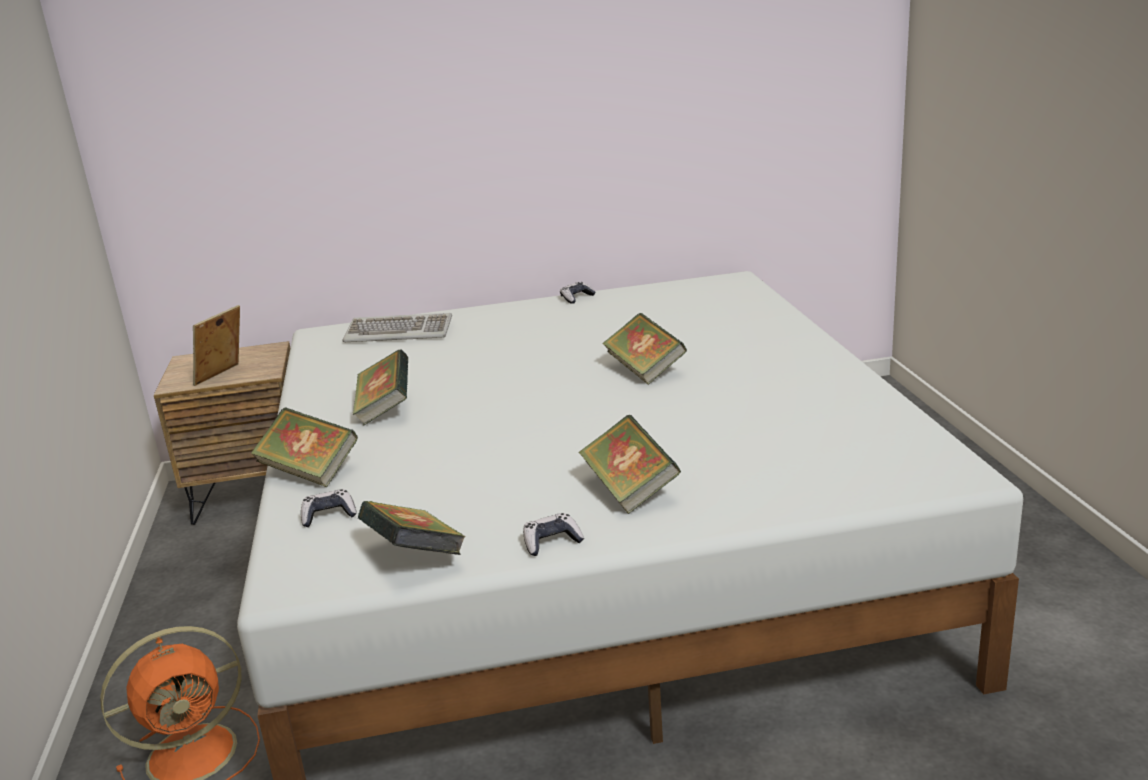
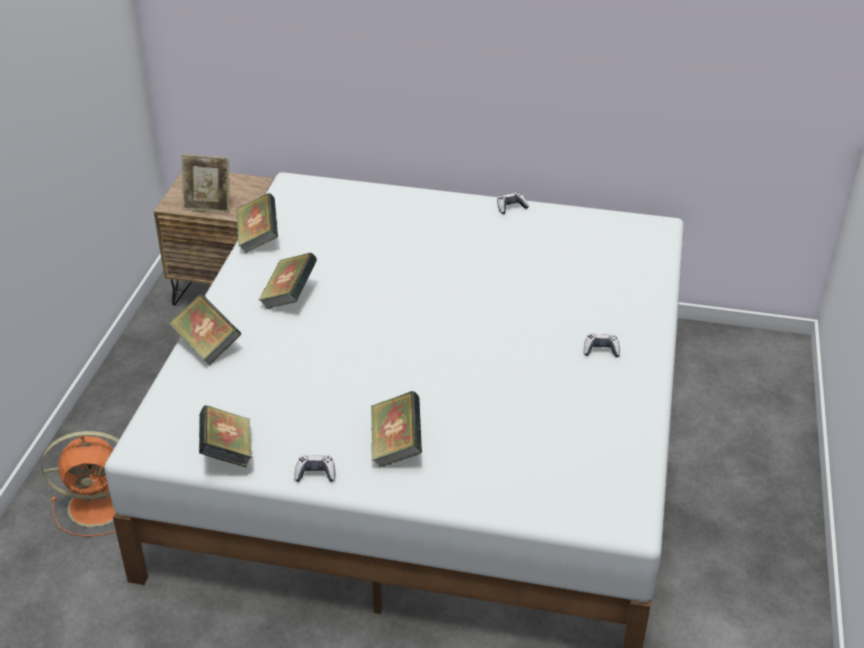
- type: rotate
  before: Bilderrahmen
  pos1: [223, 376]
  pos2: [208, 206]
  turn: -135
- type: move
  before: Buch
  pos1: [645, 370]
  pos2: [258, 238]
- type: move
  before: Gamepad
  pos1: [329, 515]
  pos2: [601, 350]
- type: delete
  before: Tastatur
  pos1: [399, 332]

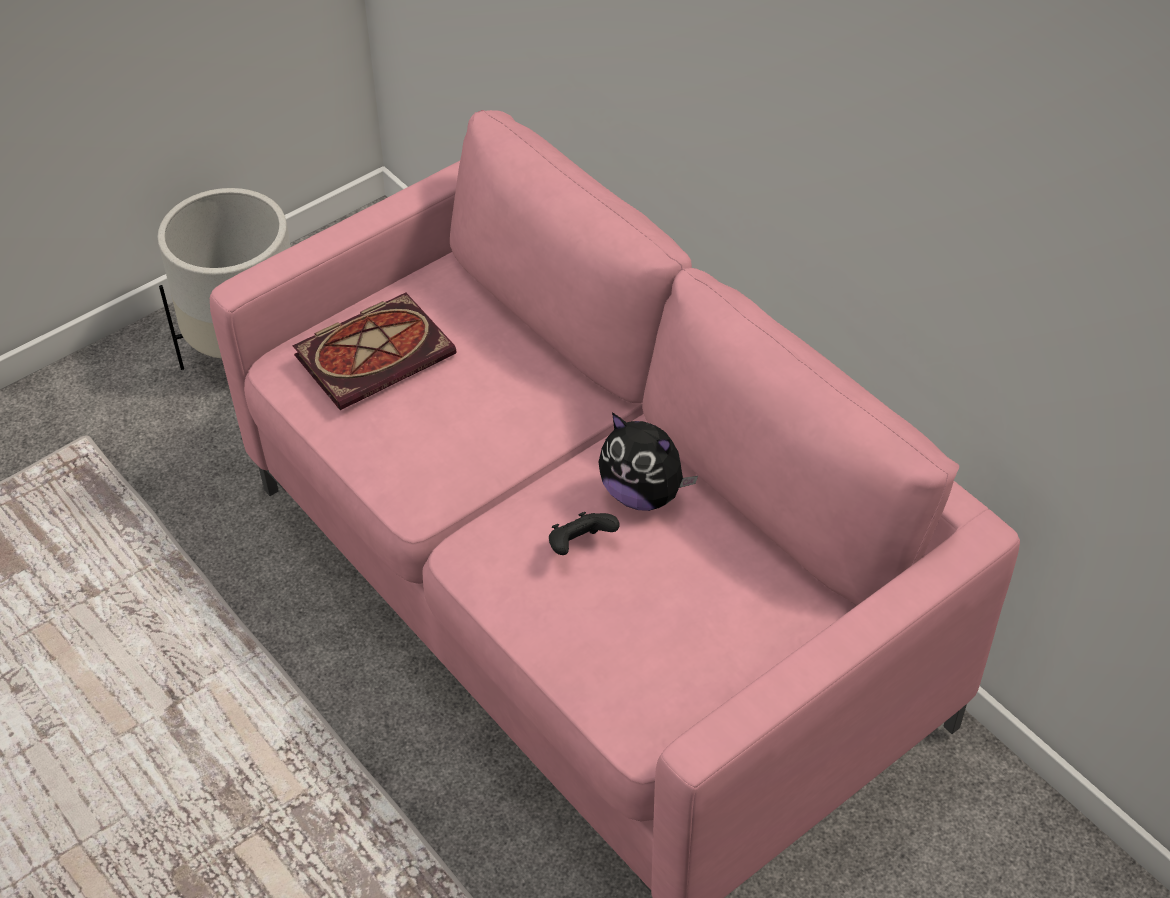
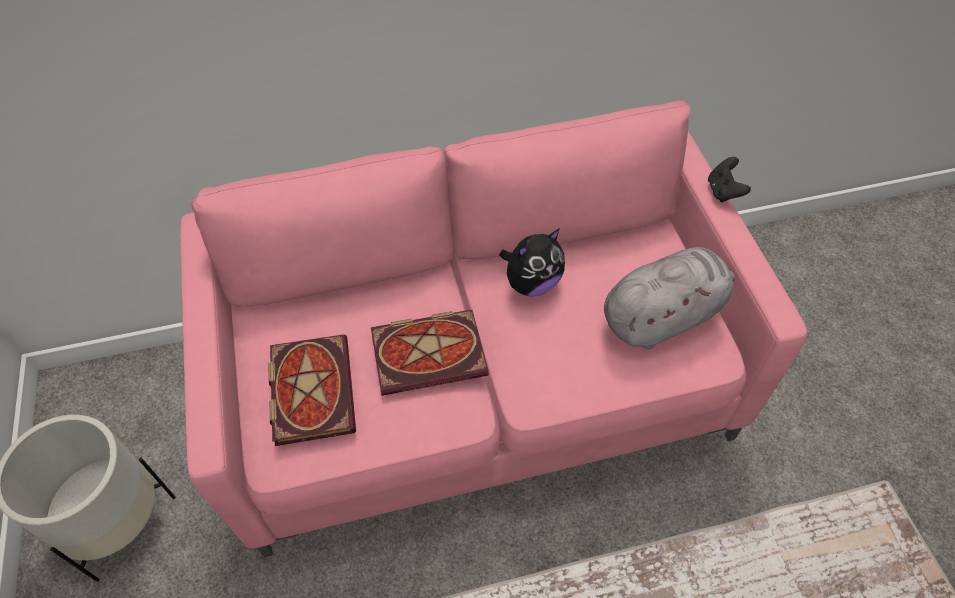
- type: insert
  after: Buch
  pos2: [431, 352]
- type: insert
  after: Plüschtier/grau
  pos2: [664, 316]
- type: move
  before: Gamepad/schwarz
  pos1: [580, 546]
  pos2: [723, 191]

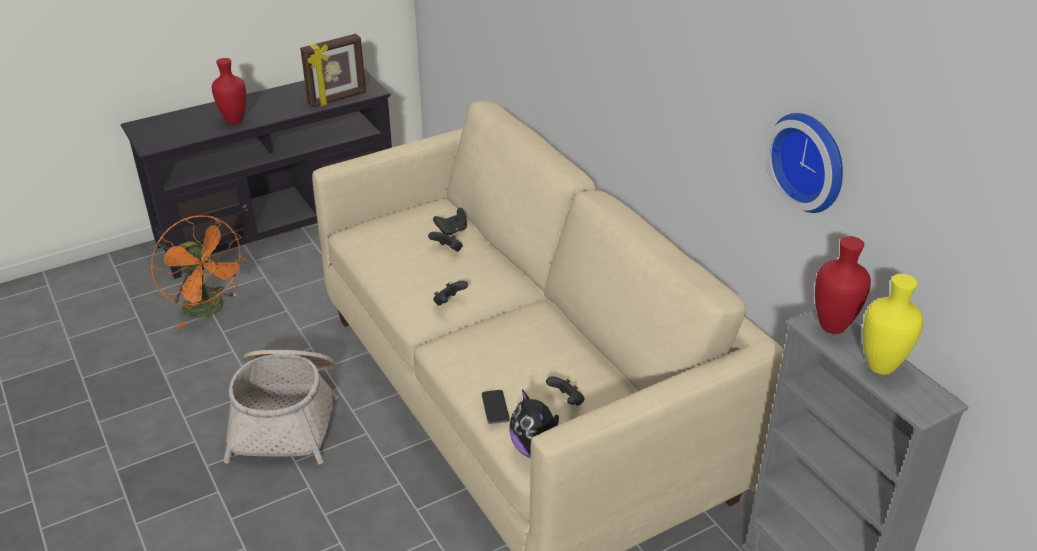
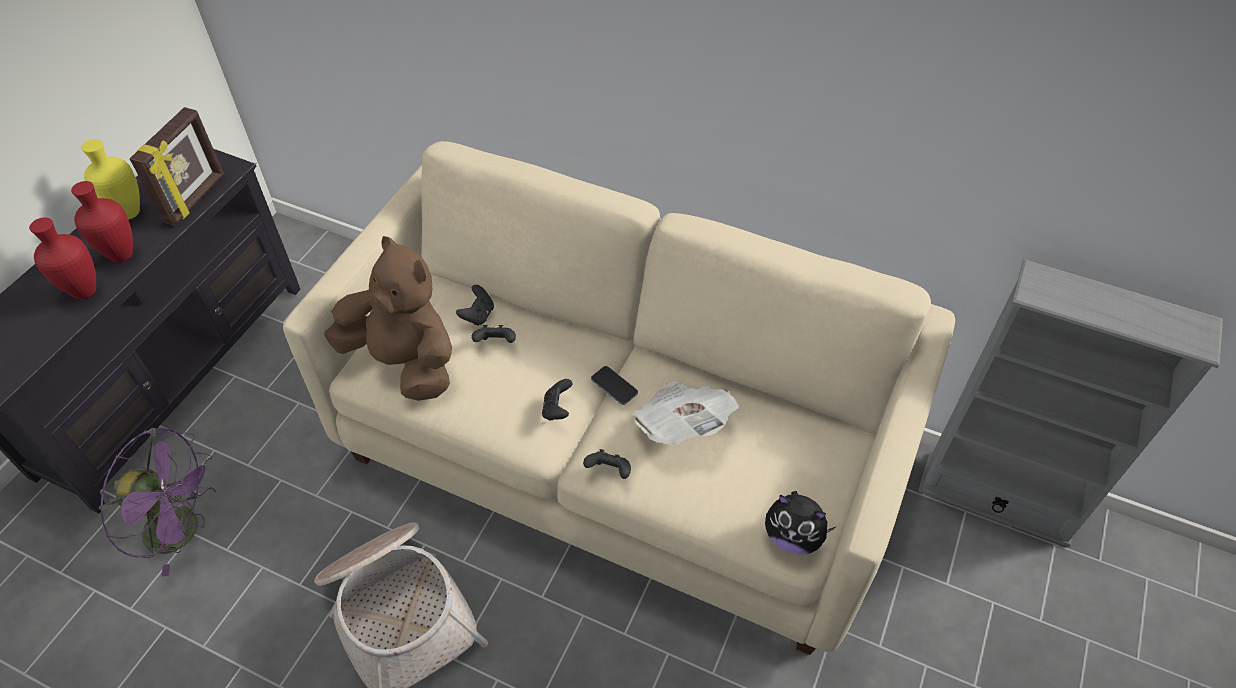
- type: move
  before: Vase/rot
  pos1: [832, 328]
  pos2: [122, 256]
- type: move
  before: Vase/gelb
  pos1: [880, 366]
  pos2: [128, 212]
- type: recolor
  before: Ventilator/orange
  after: Ventilator/lila
  pos1: [209, 310]
  pos2: [184, 530]
- type: insert
  after: Plüschtier/braun
  pos2: [404, 362]
- type: move
  before: Gamepad/schwarz
  pos1: [566, 401]
  pos2: [609, 471]
- type: move
  before: Handy
  pos1: [495, 408]
  pos2: [614, 386]
- type: insert
  after: Zeitung
  pos2: [682, 425]
- type: delete
  before: Wanduhr
  pos1: [811, 160]

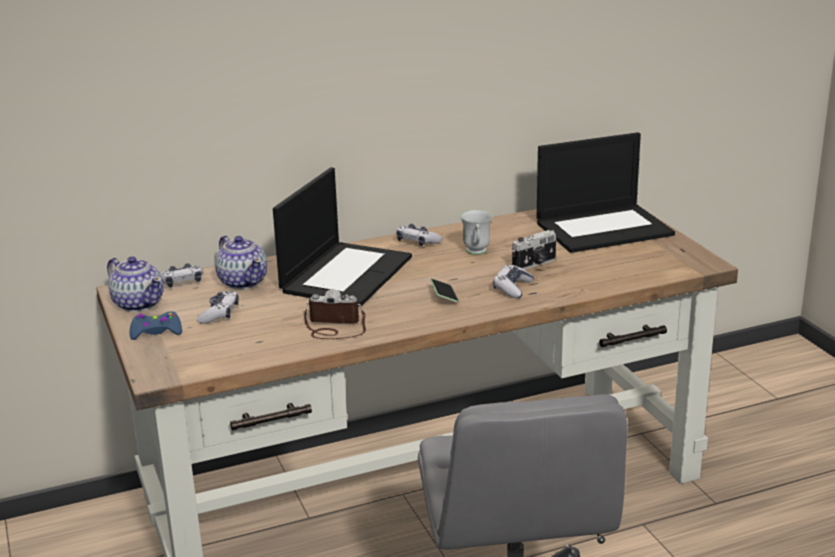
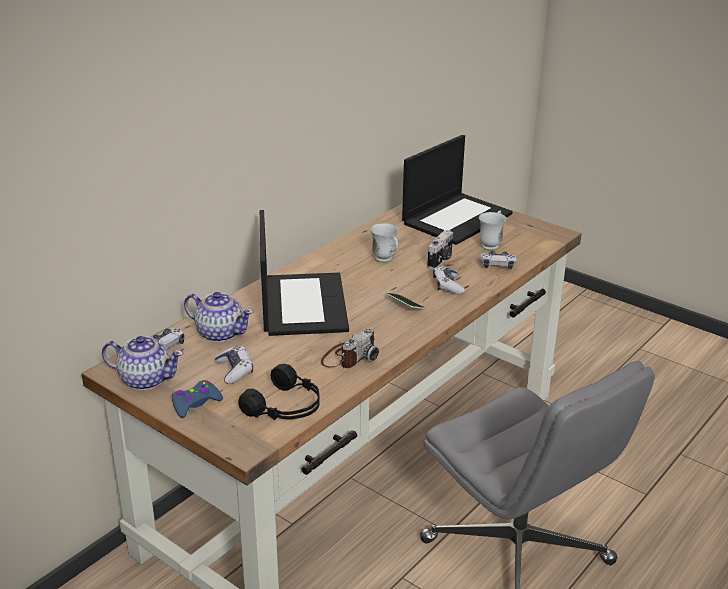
- type: insert
  after: Kopfhörer/schwarz
  pos2: [286, 407]
- type: rotate
  before: Kamera
  pos1: [334, 327]
  pos2: [349, 357]
  turn: 150
- type: move
  before: Gamepad
  pos1: [417, 242]
  pos2: [497, 265]
- type: insert
  after: Henkelbecher/weiß
  pos2: [492, 244]

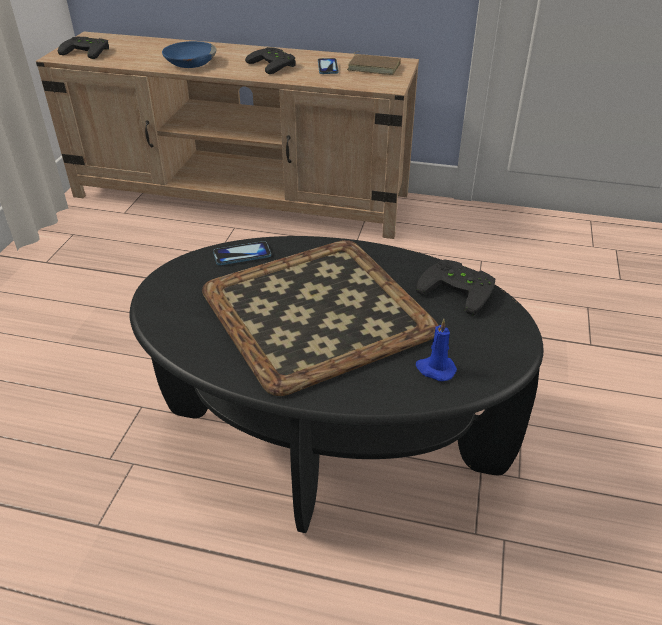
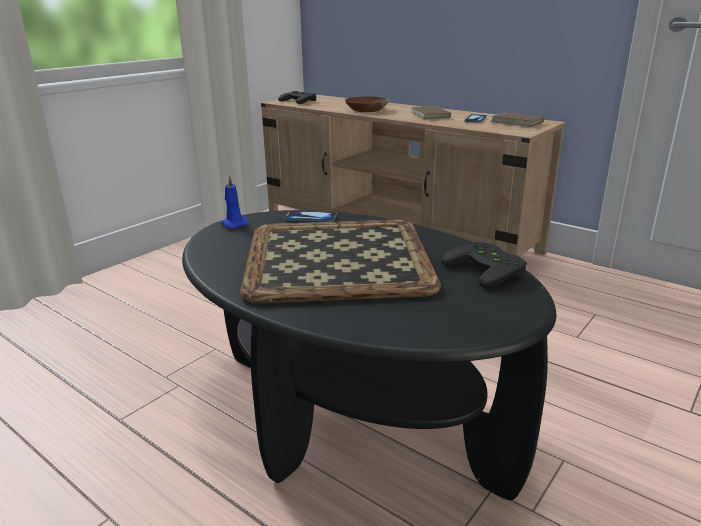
- type: move
  before: Kerze/blau
  pos1: [435, 369]
  pos2: [233, 224]
- type: recolor
  before: Schüssel/blau
  after: Schüssel/braun
  pos1: [189, 63]
  pos2: [365, 110]
- type: replace
  before: Gamepad/schwarz
  after: Buch/braun
  pos1: [274, 64]
  pos2: [432, 115]

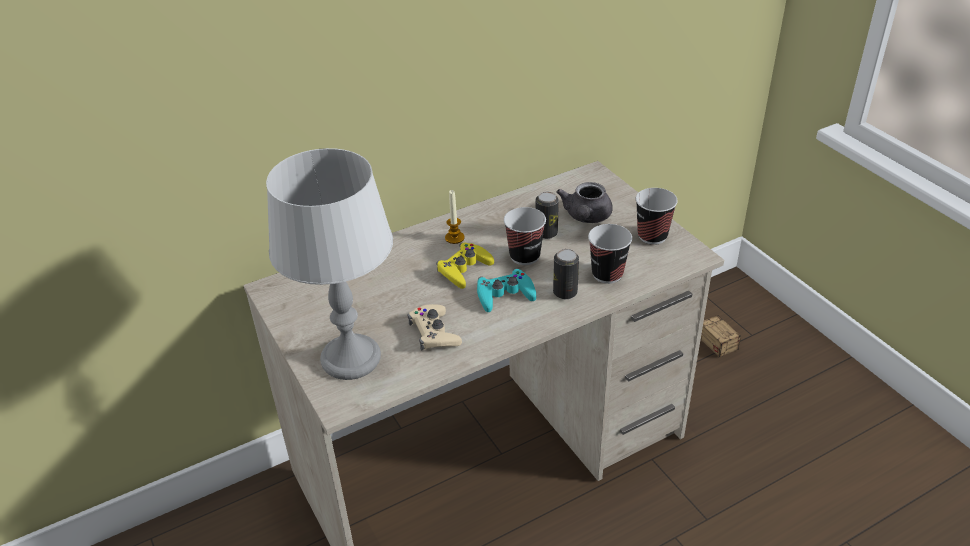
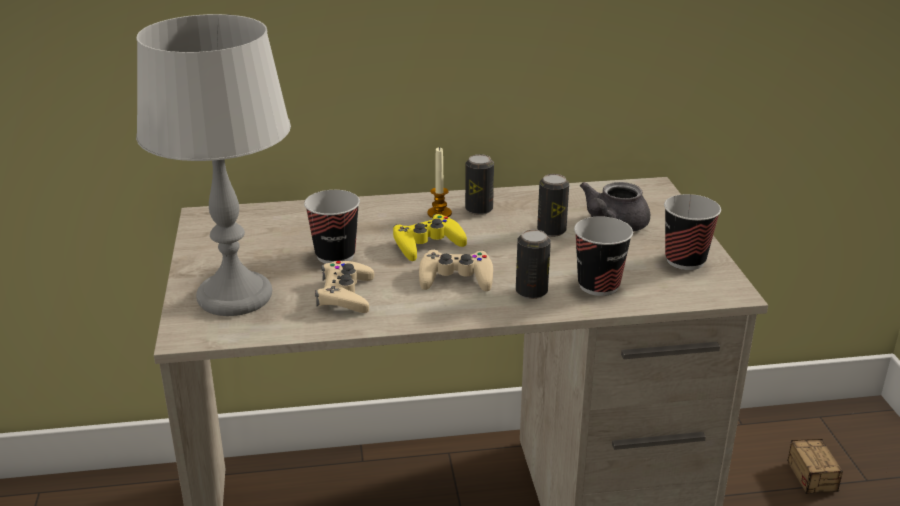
- type: move
  before: Tasse
  pos1: [524, 256]
  pos2: [335, 255]
- type: recolor
  before: Gamepad/türkis
  after: Gamepad/beige
  pos1: [504, 295]
  pos2: [456, 278]
- type: insert
  after: Dose
  pos2: [479, 209]

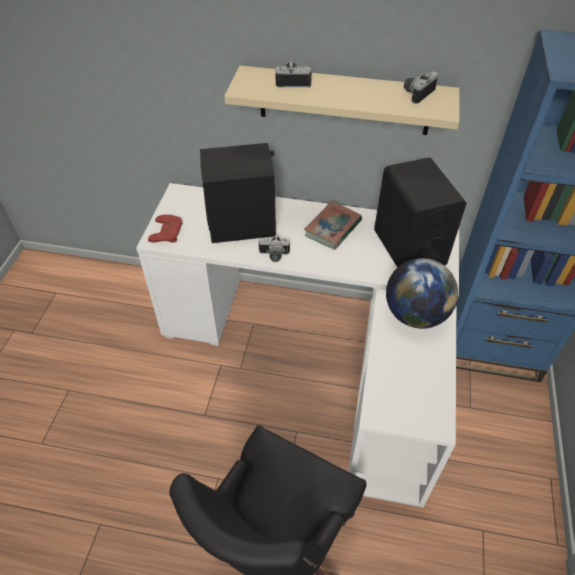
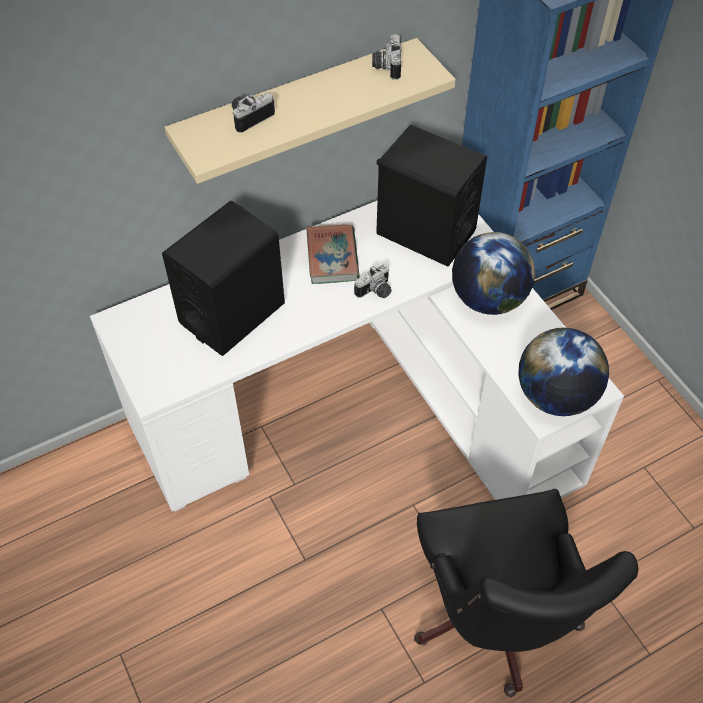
- type: move
  before: Kamera
  pos1: [274, 256]
  pos2: [376, 292]
- type: insert
  after: Globus
  pos2: [555, 396]
- type: delete
  before: Gamepad/rot
  pos1: [169, 232]

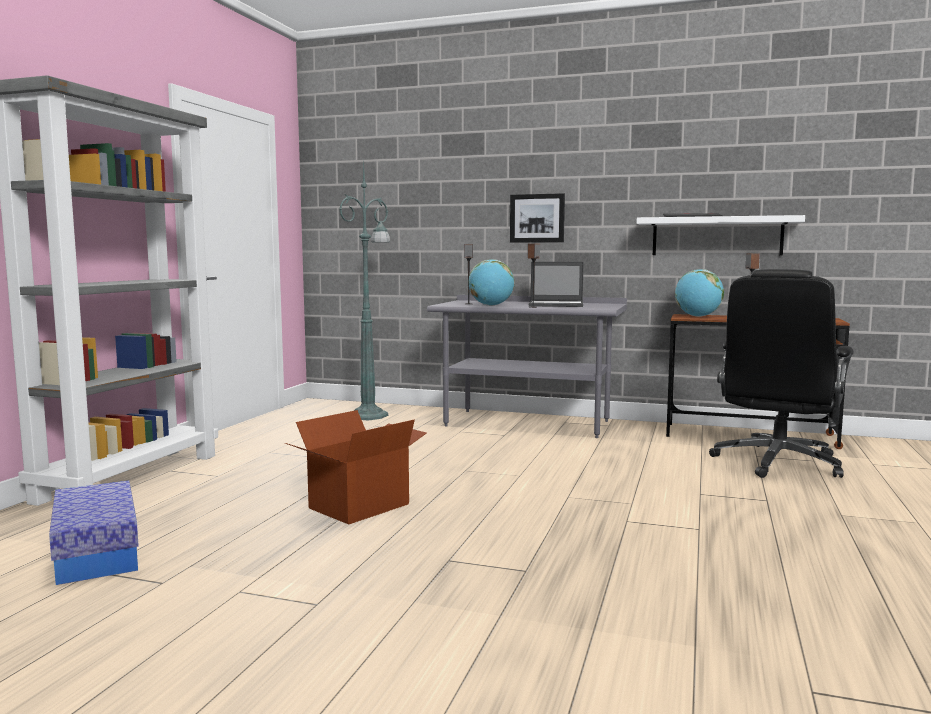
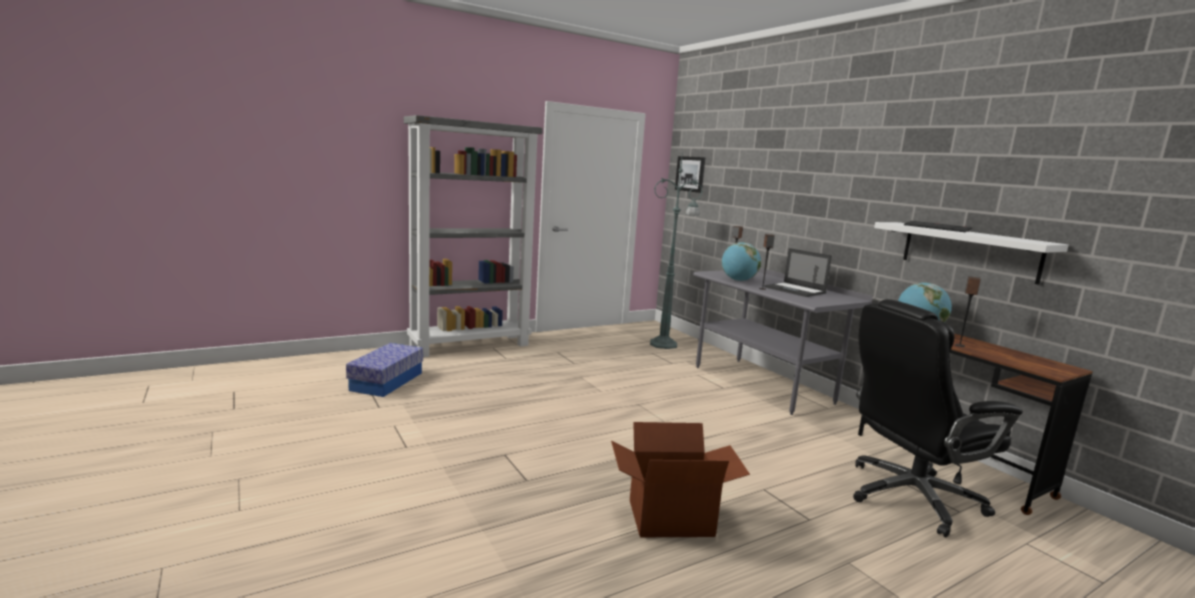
- type: move
  before: Karton
  pos1: [358, 505]
  pos2: [670, 517]
- type: move
  before: Bild
  pos1: [537, 218]
  pos2: [690, 174]

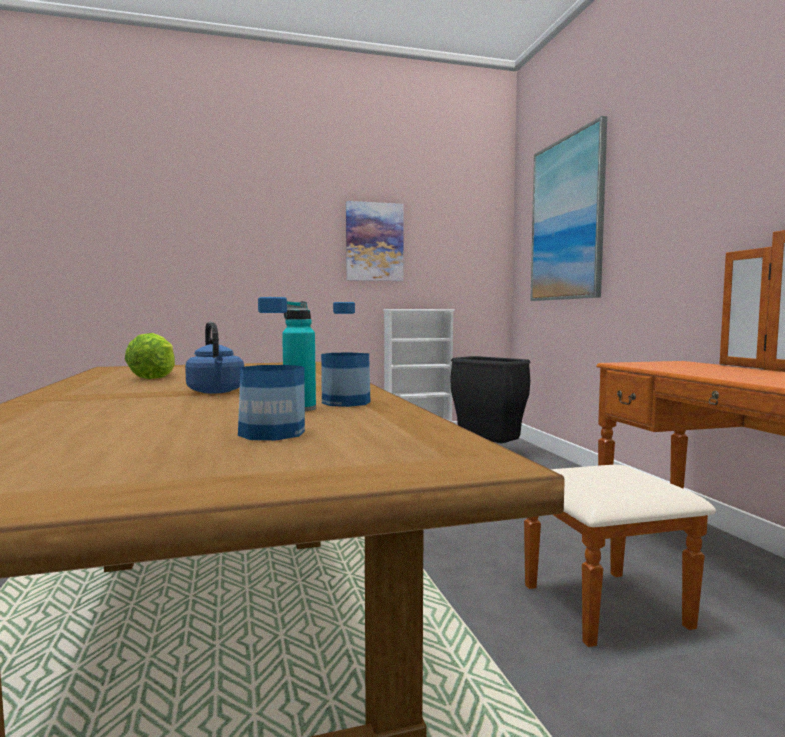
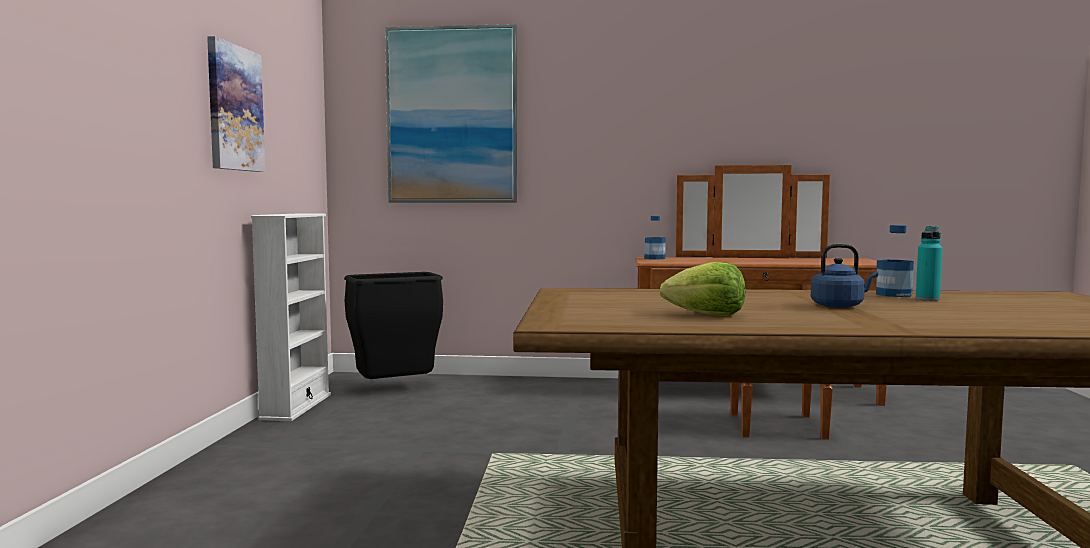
- type: move
  before: Flasche
  pos1: [271, 433]
  pos2: [654, 258]

